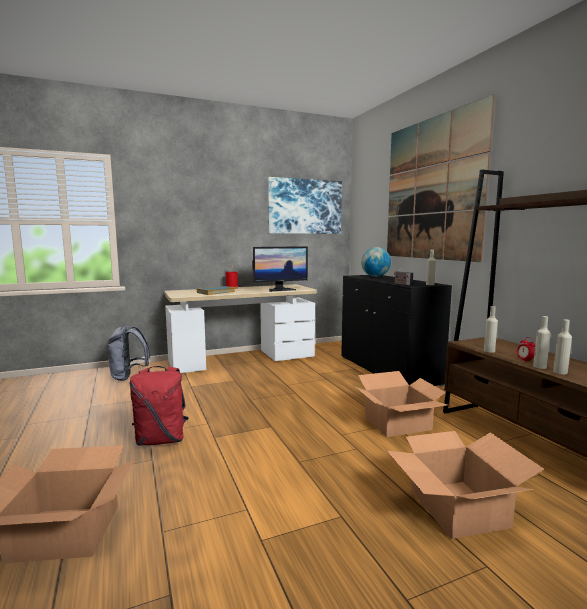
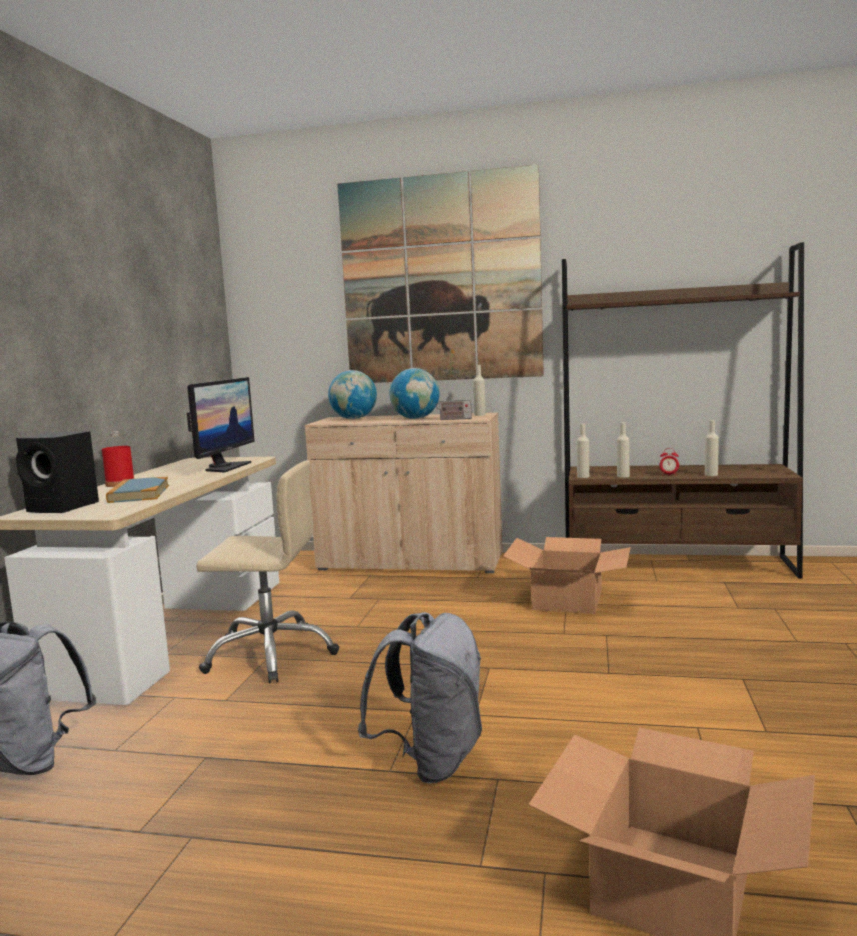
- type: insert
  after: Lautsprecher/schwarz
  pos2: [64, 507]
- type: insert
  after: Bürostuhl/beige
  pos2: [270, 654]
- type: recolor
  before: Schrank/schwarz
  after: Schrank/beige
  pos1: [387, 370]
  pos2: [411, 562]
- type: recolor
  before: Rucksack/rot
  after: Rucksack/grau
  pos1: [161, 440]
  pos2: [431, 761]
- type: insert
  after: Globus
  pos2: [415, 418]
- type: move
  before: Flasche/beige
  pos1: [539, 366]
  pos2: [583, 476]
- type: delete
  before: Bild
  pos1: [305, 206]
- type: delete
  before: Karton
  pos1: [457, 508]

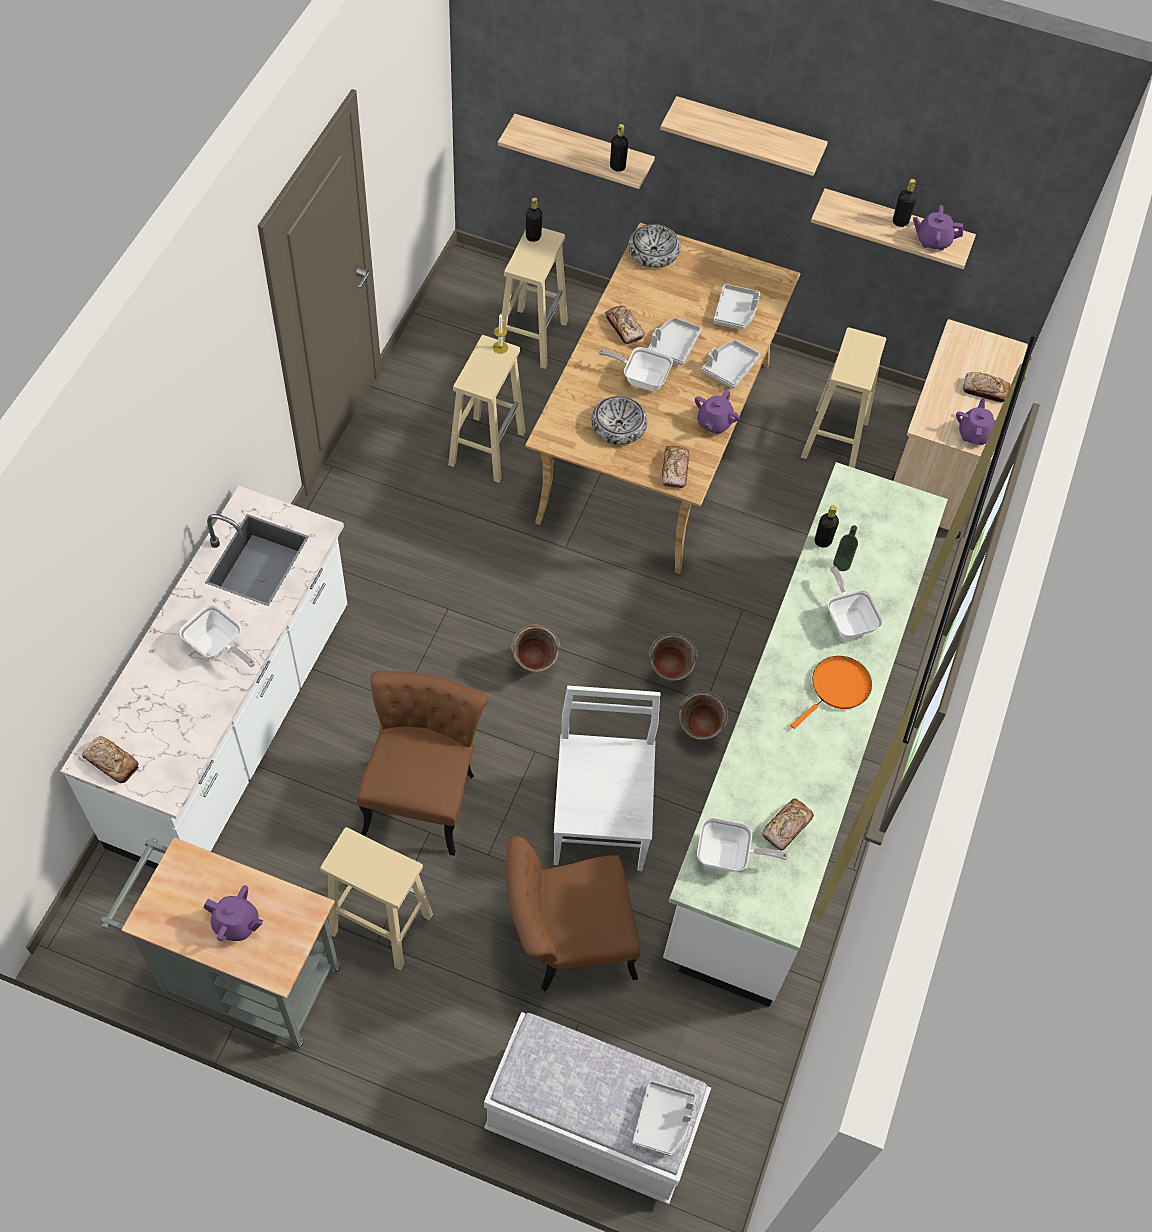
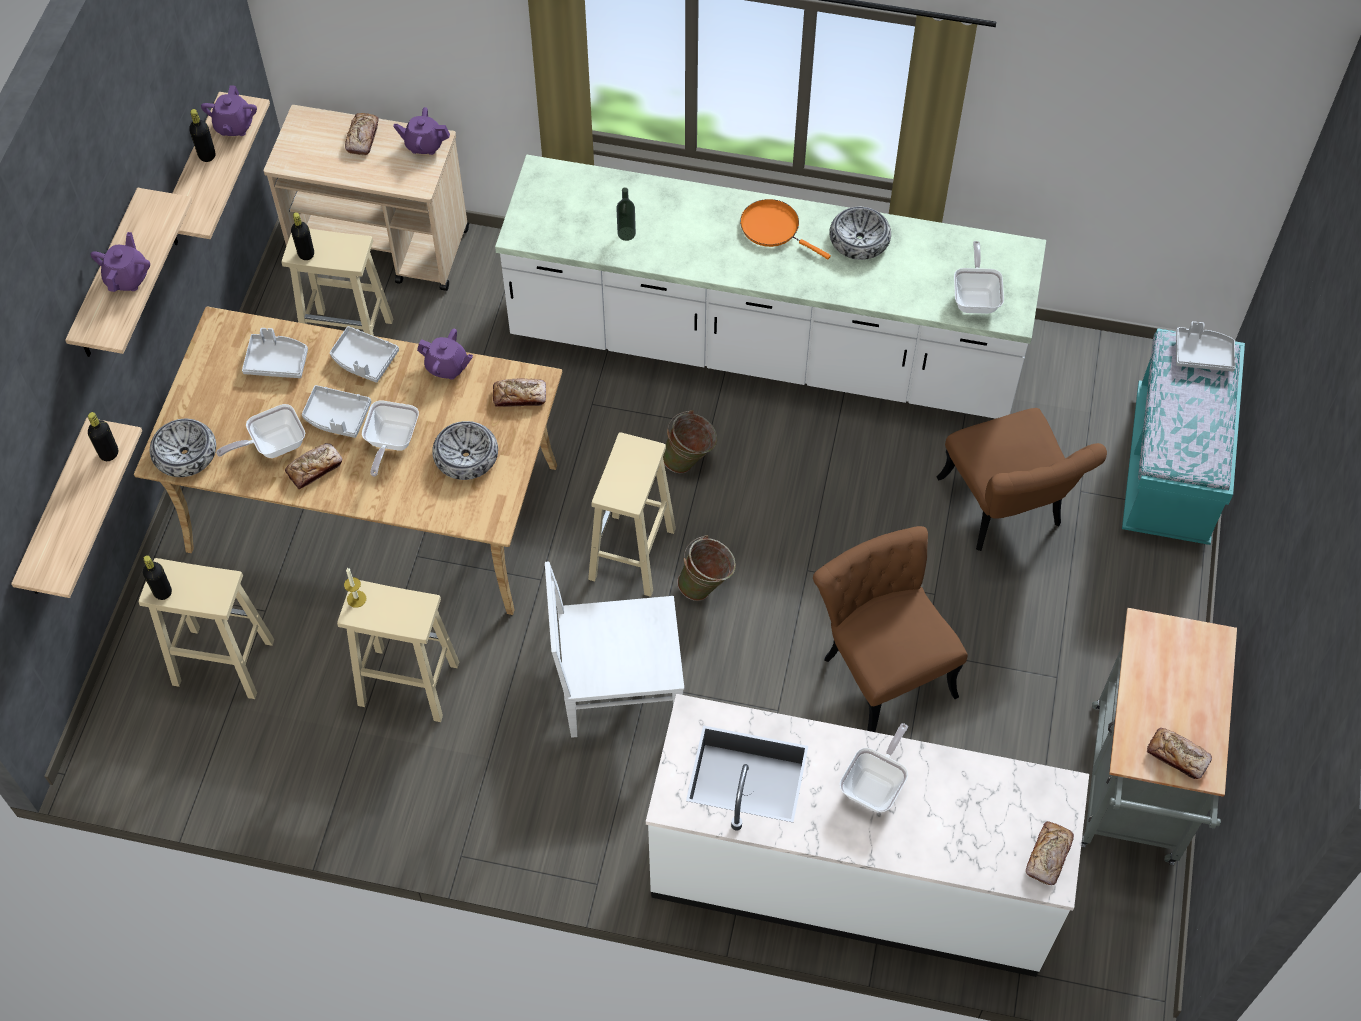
- type: move
  before: Teekanne/lila
  pos1: [236, 924]
  pos2: [128, 278]
- type: move
  before: Pfanne
  pos1: [848, 619]
  pos2: [273, 445]
- type: move
  before: Flasche/schwarz
  pos1: [822, 541]
  pos2: [306, 254]
- type: move
  before: Stuhl/weiß
  pos1: [601, 818]
  pos2: [617, 689]
- type: move
  before: Hocker/beige
  pos1: [379, 923]
  pos2: [632, 555]
- type: rotate
  before: Stuhl/braun
  pos1: [423, 792]
  pos2: [881, 666]
  turn: 60
- type: insert
  after: Schüssel
  pos2: [859, 239]
- type: recolor
  before: Bank/weiß
  after: Bank/türkis
  pos1: [591, 1125]
  pos2: [1170, 468]
- type: move
  before: Brot
  pos1: [787, 827]
  pos2: [1177, 756]
- type: delete
  before: Eimer/grün
  pos1: [698, 734]

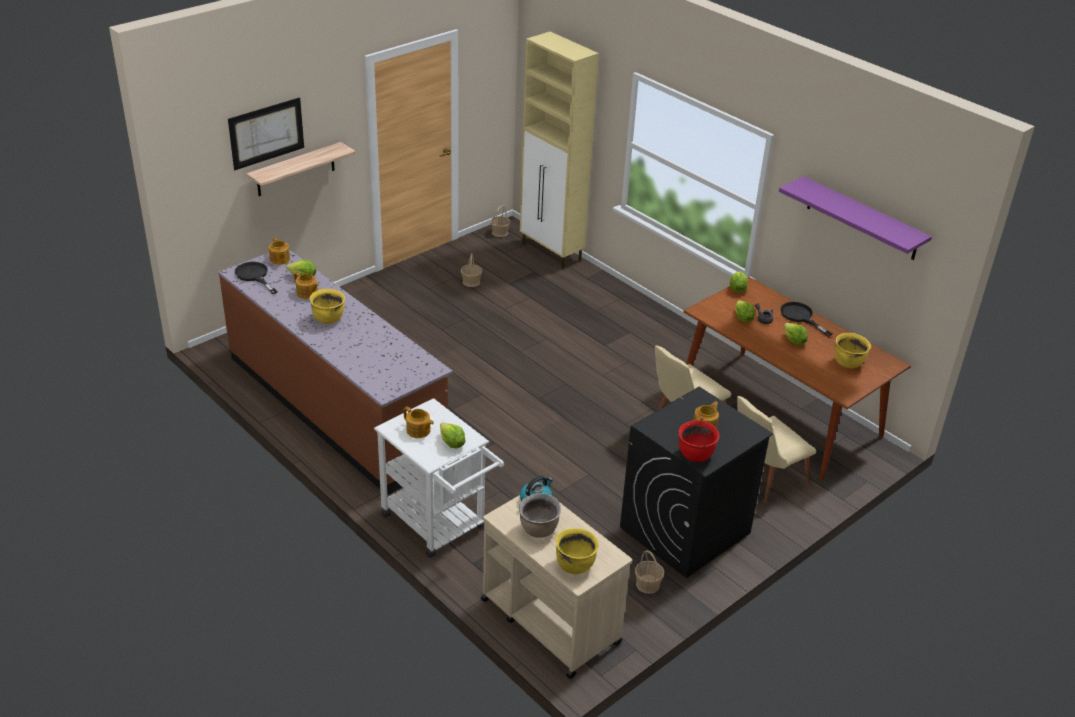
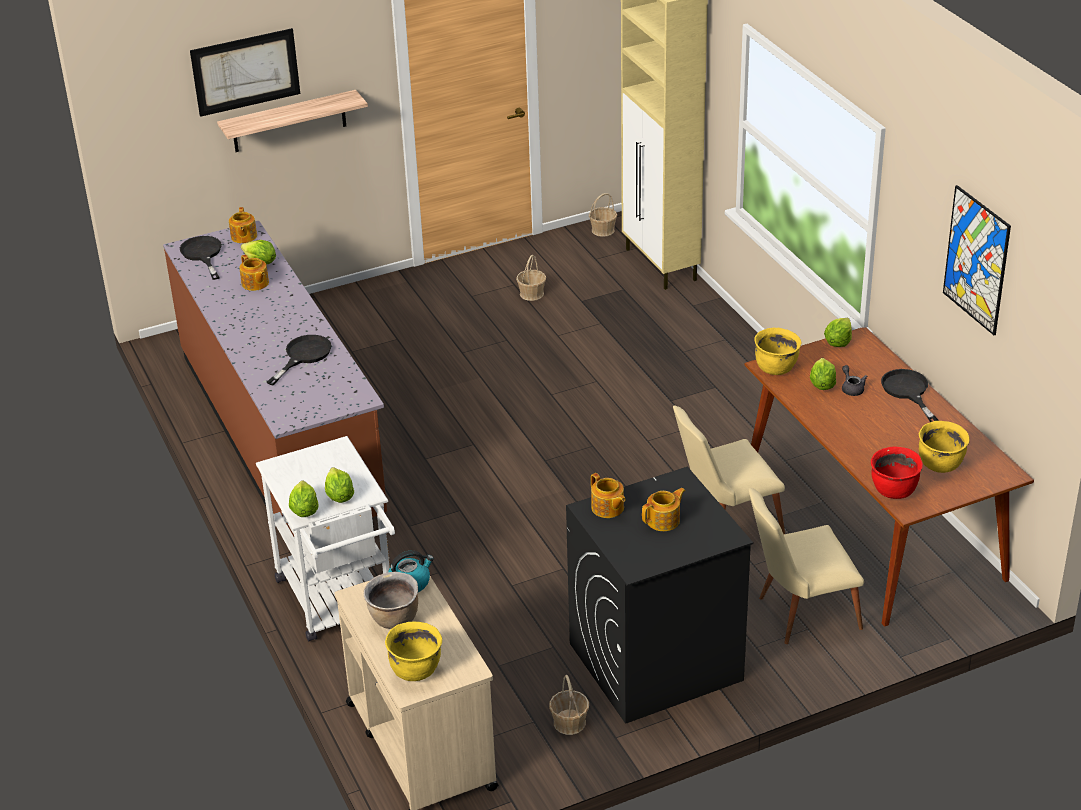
- type: insert
  after: Pfanne/schwarz
  pos2: [303, 356]
- type: move
  before: Salatkopf
  pos1: [793, 341]
  pos2: [304, 510]
- type: move
  before: Teekanne
  pos1: [418, 431]
  pos2: [607, 508]
- type: move
  before: Kochtopf/gelb
  pos1: [328, 319]
  pos2: [776, 368]
- type: move
  before: Kochtopf/rot
  pos1: [695, 455]
  pos2: [894, 491]
- type: replace
  before: Wandregal/lila
  after: Bild
  pos1: [862, 219]
  pos2: [976, 260]

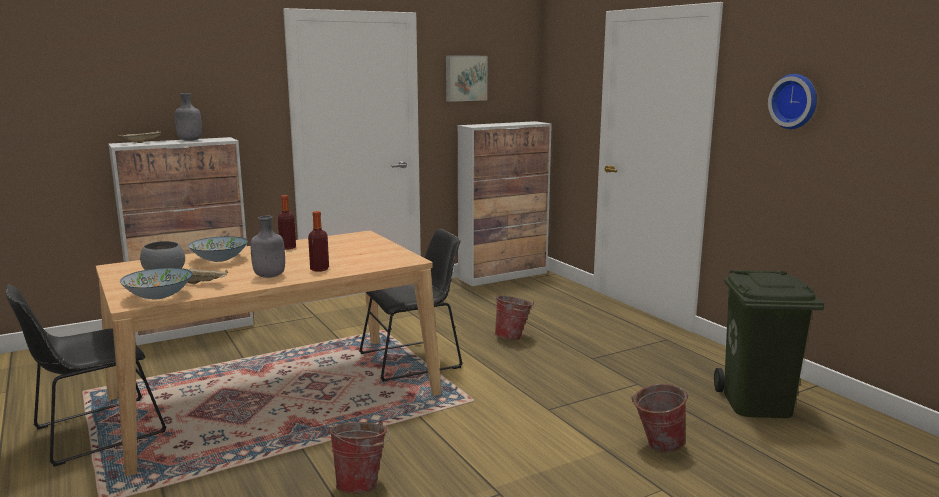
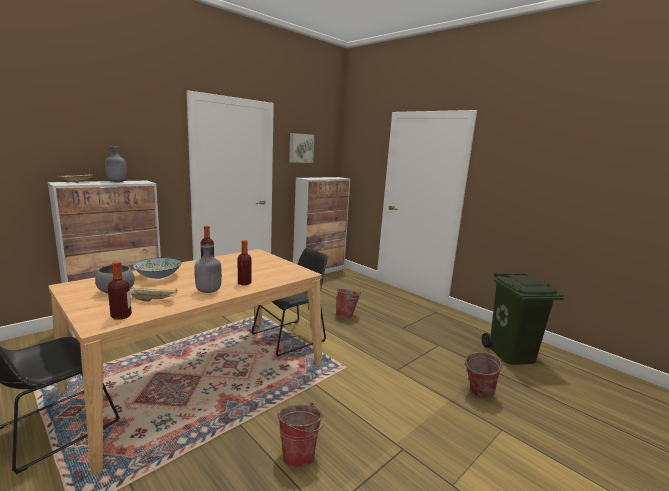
- type: replace
  before: Schüssel
  after: Flasche
  pos1: [158, 296]
  pos2: [121, 316]
- type: delete
  before: Wanduhr
  pos1: [795, 101]

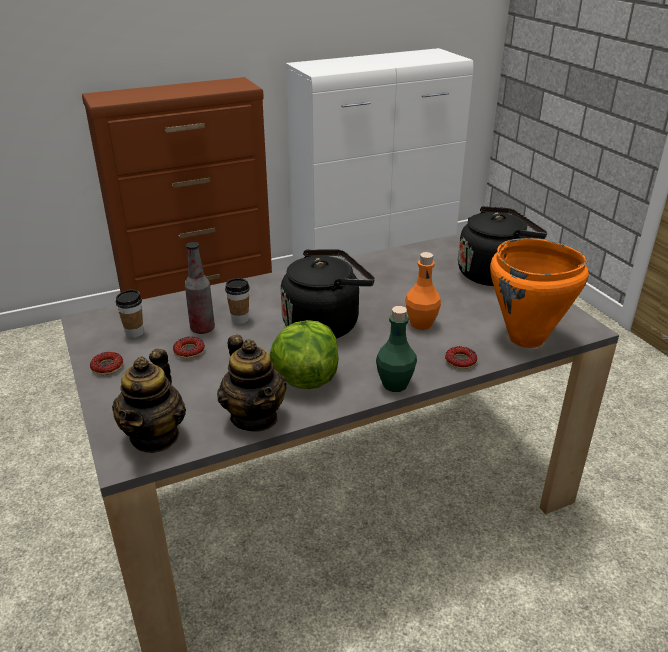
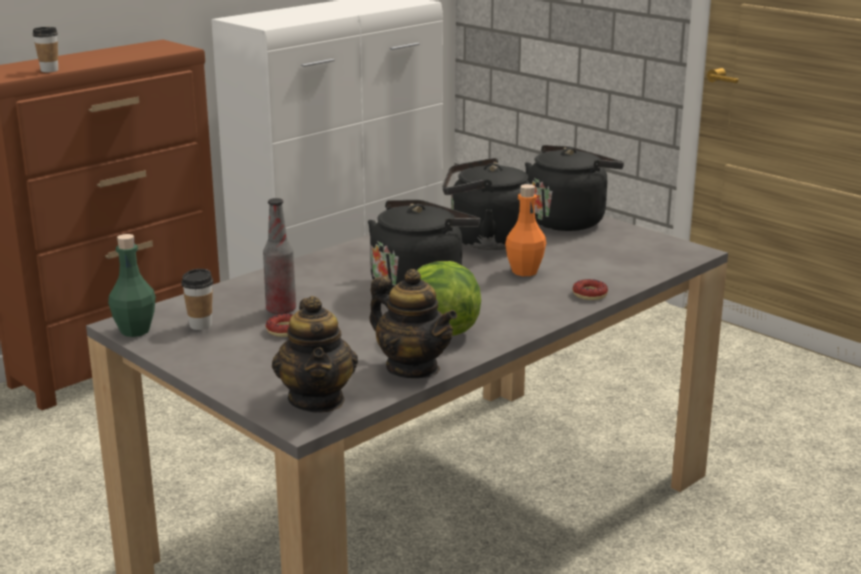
- type: move
  before: Tasse
  pos1: [240, 319]
  pos2: [49, 70]
- type: move
  before: Flasche/grün
  pos1: [395, 384]
  pos2: [135, 331]
- type: insert
  after: Wasserkessel/schwarz
  pos2: [485, 241]
- type: delete
  before: Donut
  pos1: [107, 367]
- type: delete
  before: Kochtopf/orange
  pos1: [526, 339]

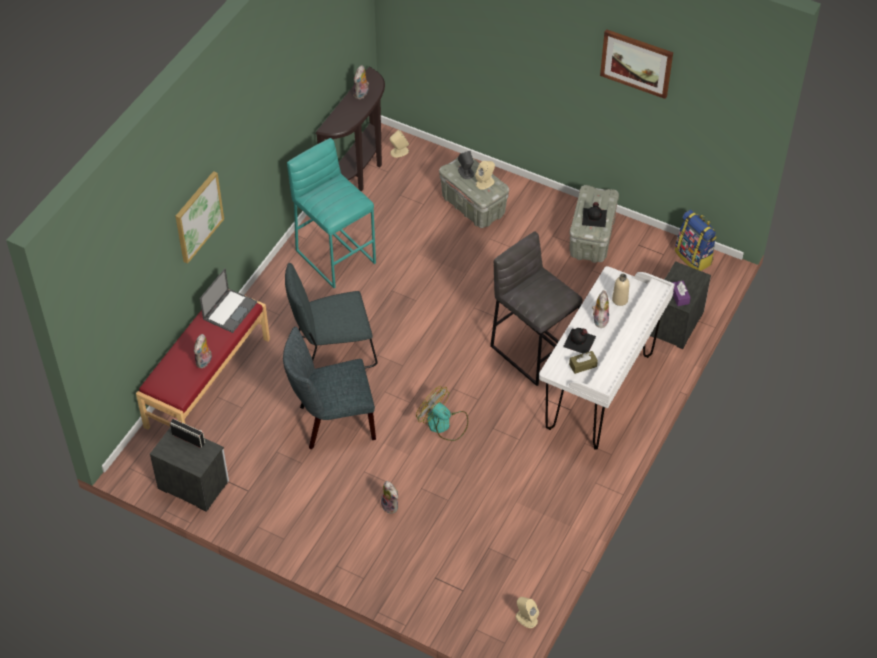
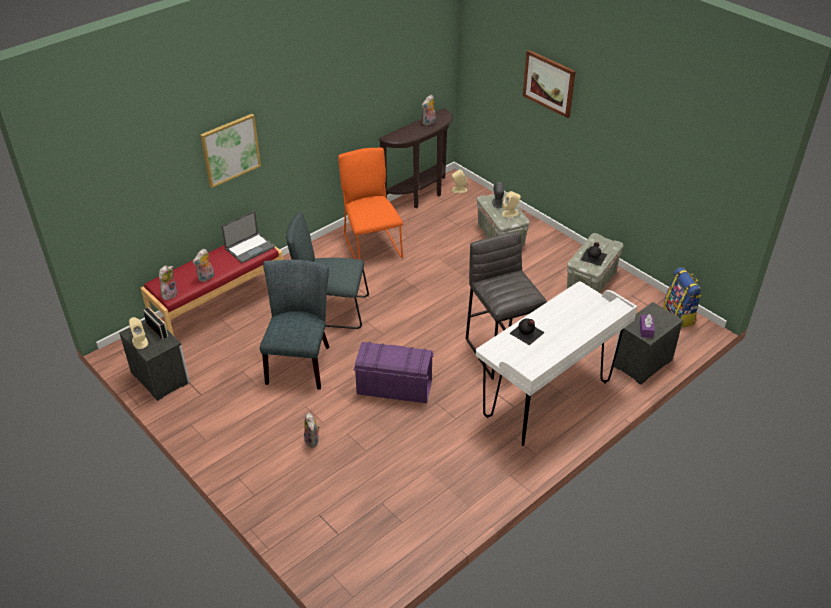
- type: move
  before: Lautsprecher/beige
  pos1: [526, 618]
  pos2: [140, 341]
- type: move
  before: Plüschtier
  pos1: [599, 319]
  pos2: [169, 293]
- type: rotate
  before: Stuhl/grau
  pos1: [331, 422]
  pos2: [300, 361]
  turn: 90
- type: replace
  before: Hocker/türkis
  after: Stuhl/orange
  pos1: [335, 256]
  pos2: [371, 245]
- type: replace
  before: Ventilator
  after: Aufbewahrungsbox/lila
  pos1: [443, 424]
  pos2: [394, 388]
- type: move
  before: Bild
  pos1: [636, 63]
  pos2: [549, 83]
- type: delete
  before: Taschentuchbox/braun
  pos1: [583, 365]
- type: delete
  before: Flasche/beige
  pos1: [620, 300]

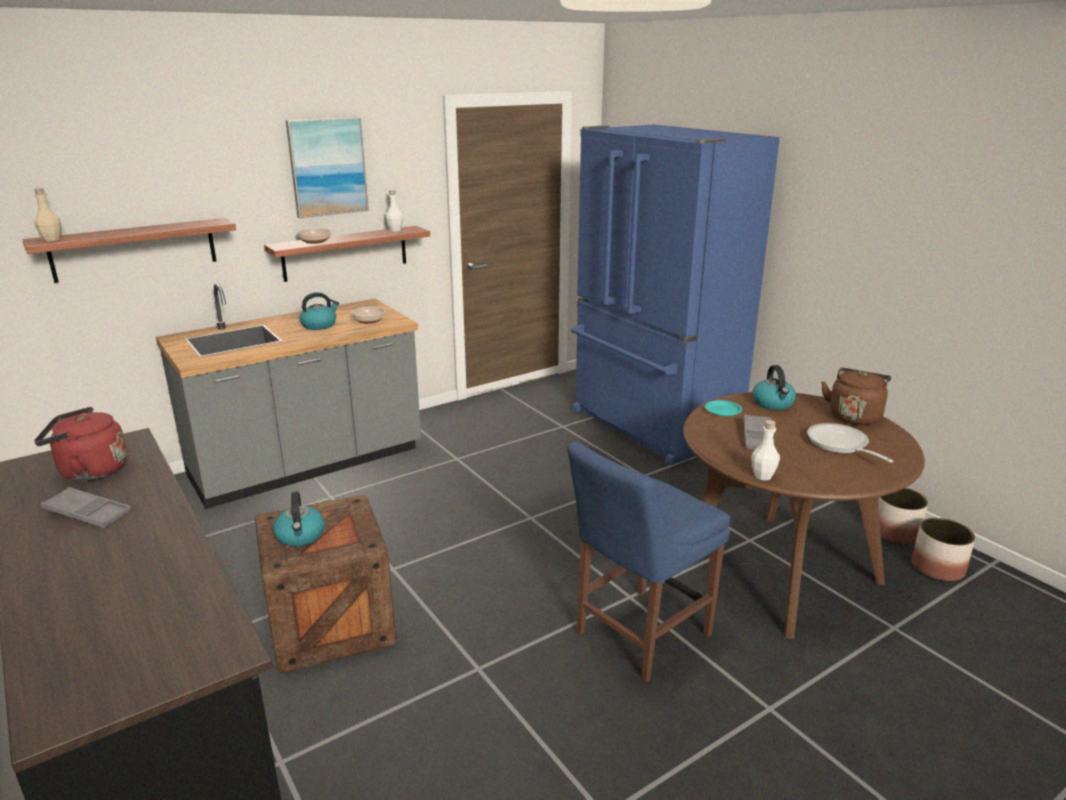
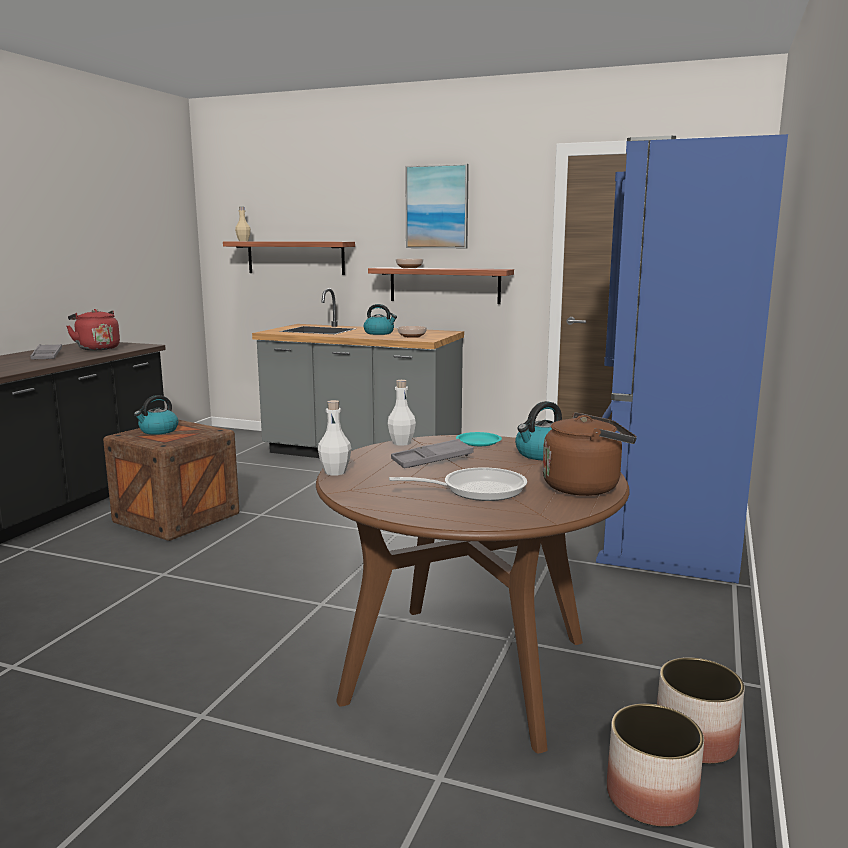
- type: move
  before: Flasche/weiß
  pos1: [395, 230]
  pos2: [401, 443]
- type: rotate
  before: Pfanne
  pos1: [840, 445]
  pos2: [476, 490]
  turn: 45
- type: delete
  before: Stuhl/blau
  pos1: [637, 636]

